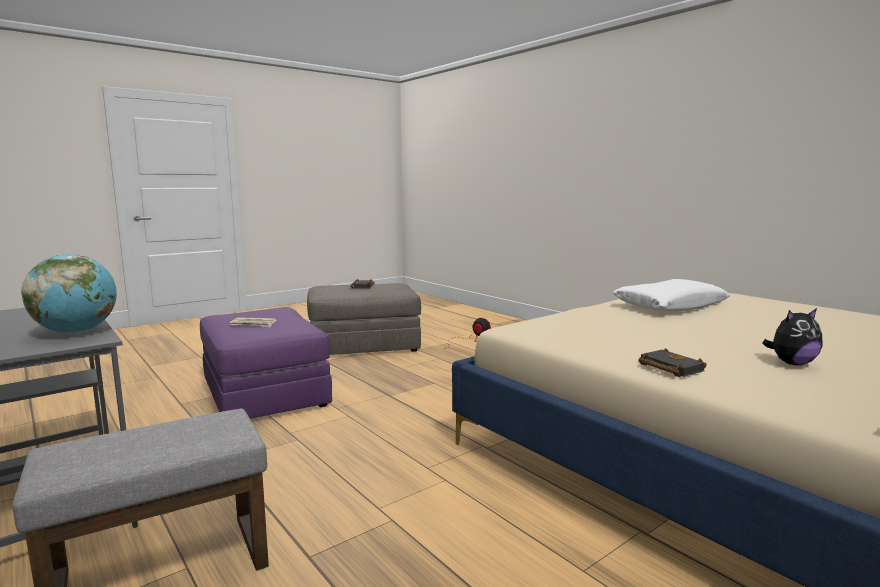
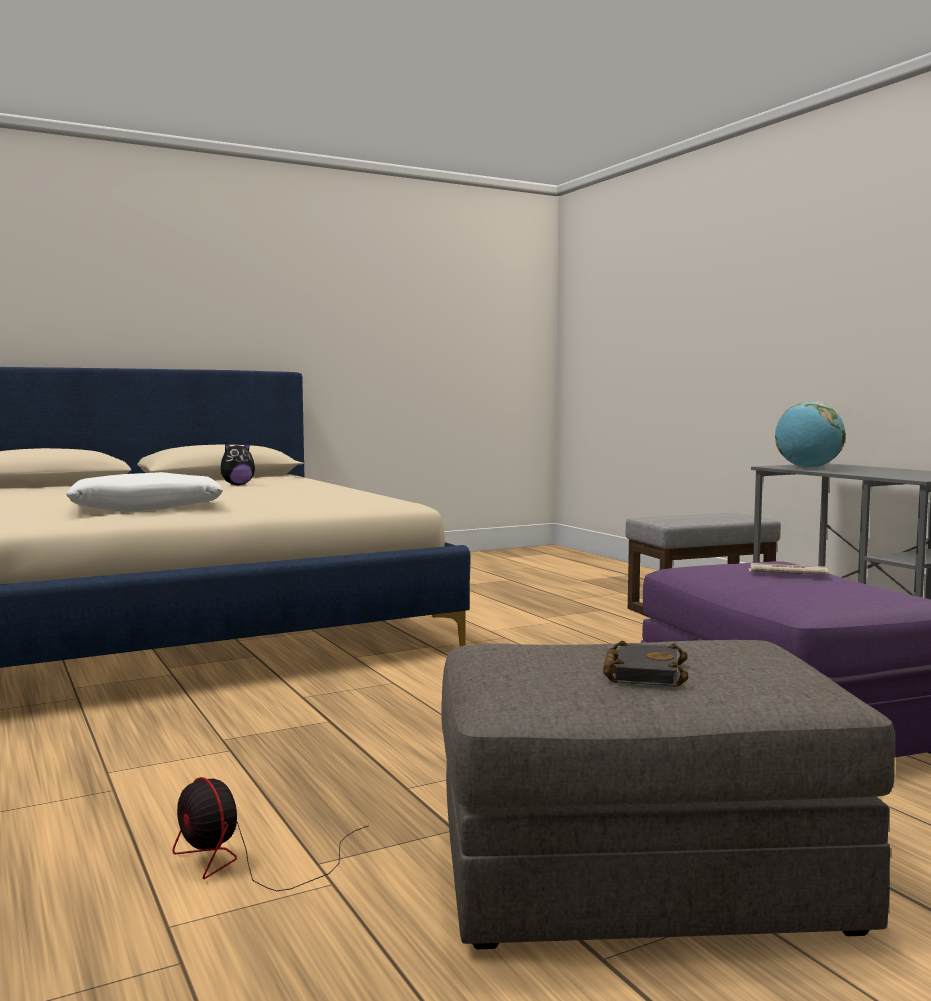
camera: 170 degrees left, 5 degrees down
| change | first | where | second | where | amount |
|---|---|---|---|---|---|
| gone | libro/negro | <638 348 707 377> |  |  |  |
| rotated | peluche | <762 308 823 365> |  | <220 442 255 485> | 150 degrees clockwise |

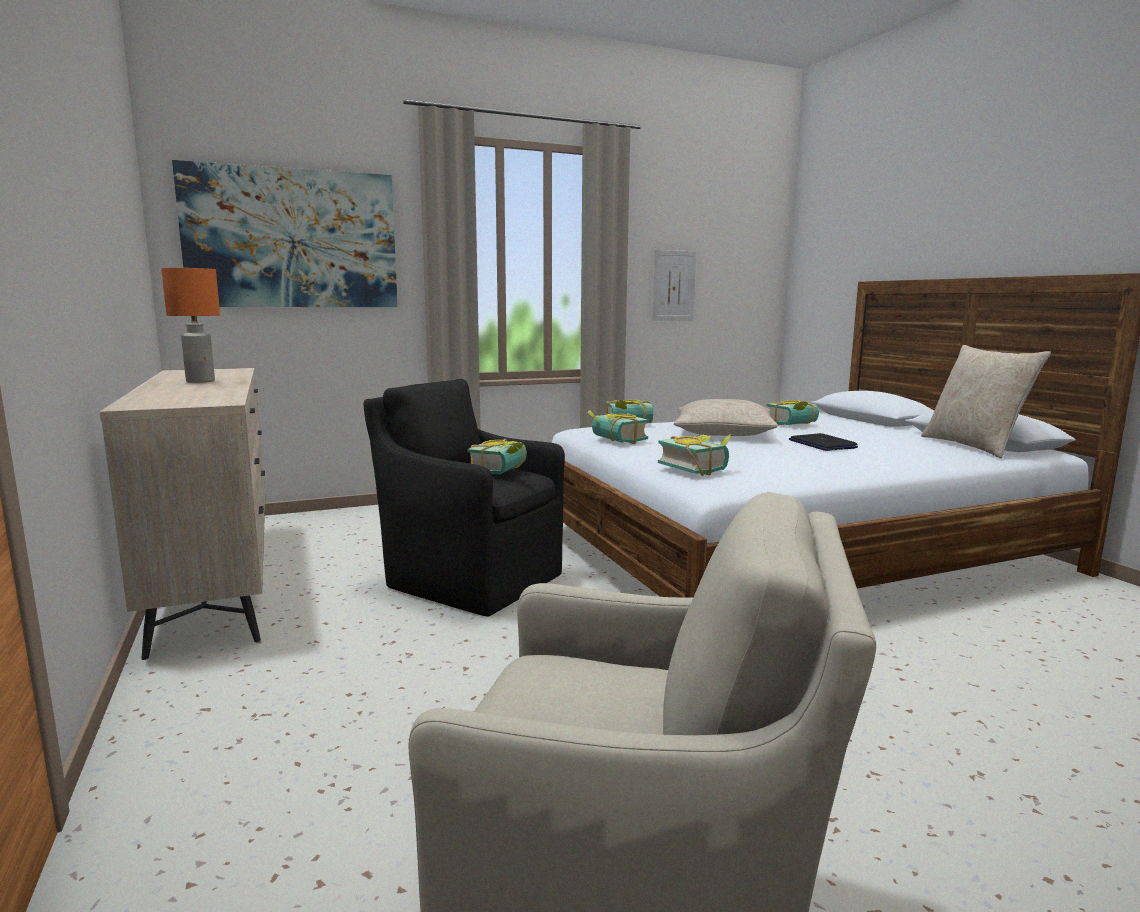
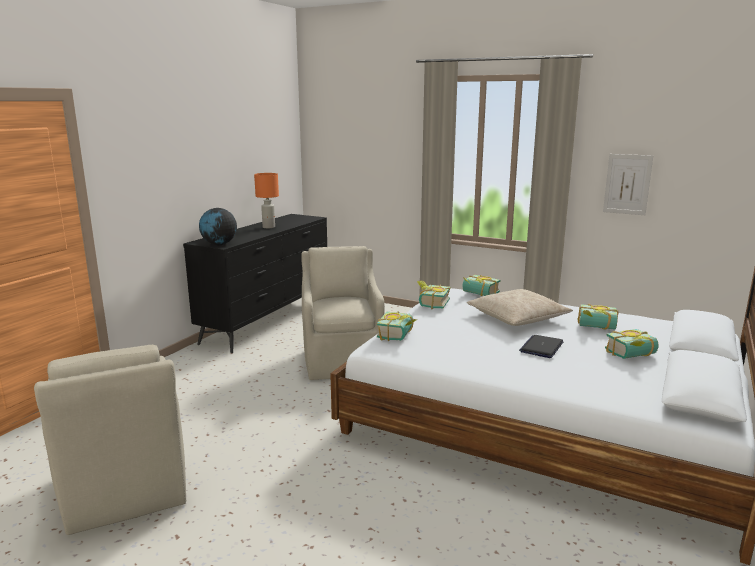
camera: 50 degrees right, 5 degrees up
| change | first | where | second | where | amount |
|---|---|---|---|---|---|
| repainted | cómoda/beis | <100 368 265 660> | cómoda/negro | <183 214 327 353> |  |
| gone | cuadro | <172 160 398 307> |  |  |  |
| repainted | sillón/negro | <364 379 565 617> | sillón/beis | <301 246 385 380> |  |
| shifted | libro | <467 439 527 474> |  | <605 329 658 359> |  |
| gone | cojín/beis | <921 345 1051 458> |  |  |  |
| new |  |  | globo terráqueo | <199 208 237 245> |  |

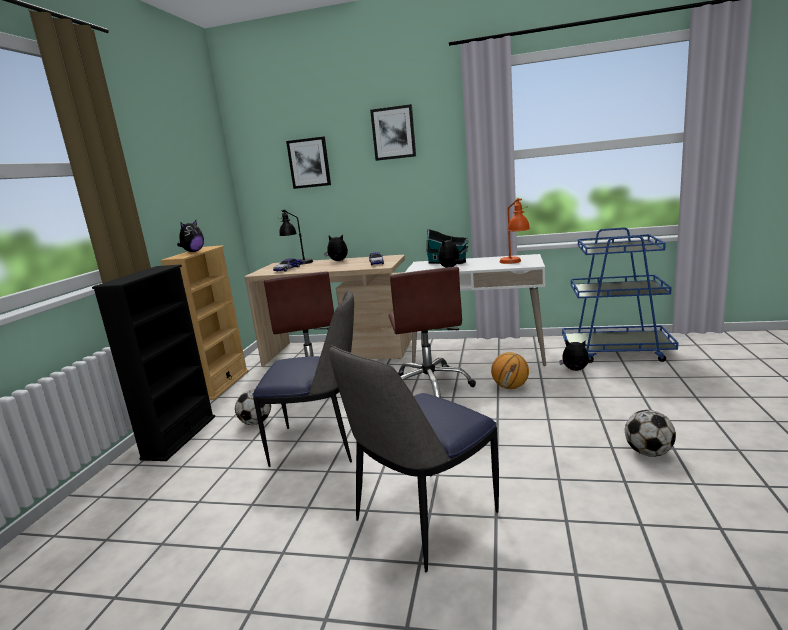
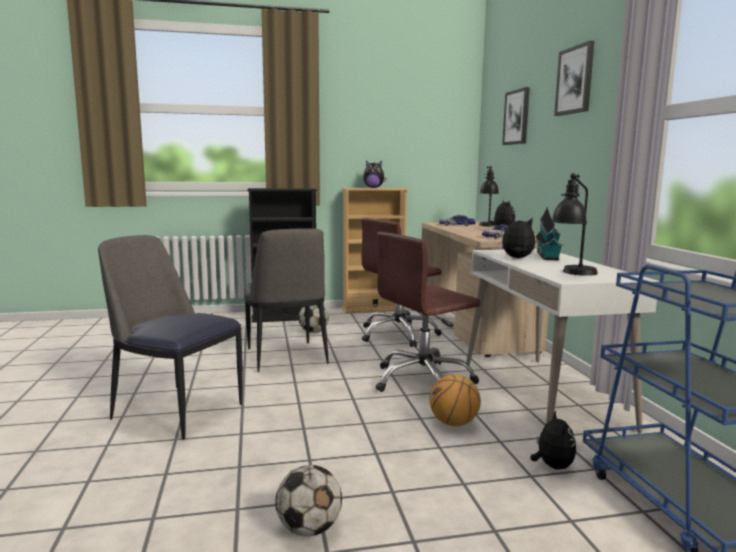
camera: 65 degrees right, 5 degrees down
| change | first | where | second | where | amount |
|---|---|---|---|---|---|
| repainted | lámpara de mesa/naranja | <500 198 530 264> | lámpara de mesa/negro | <551 173 598 276> |  |

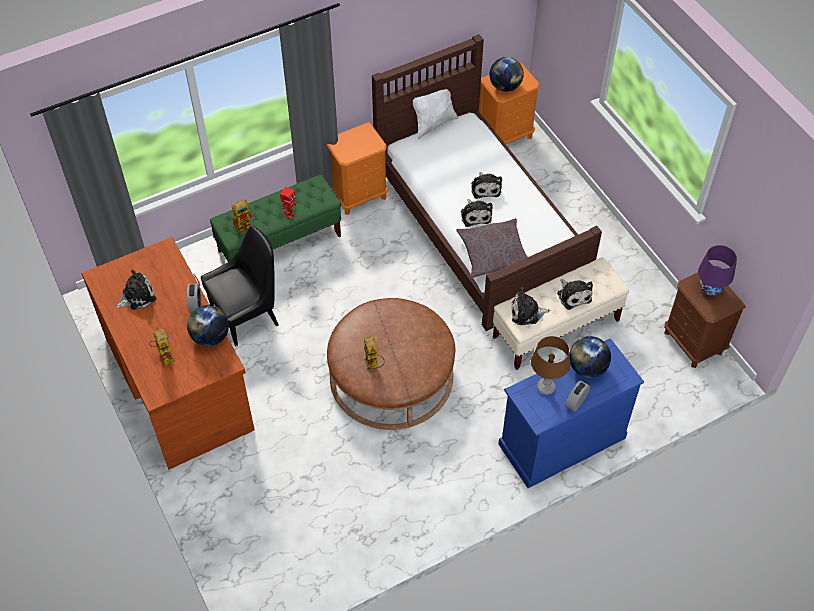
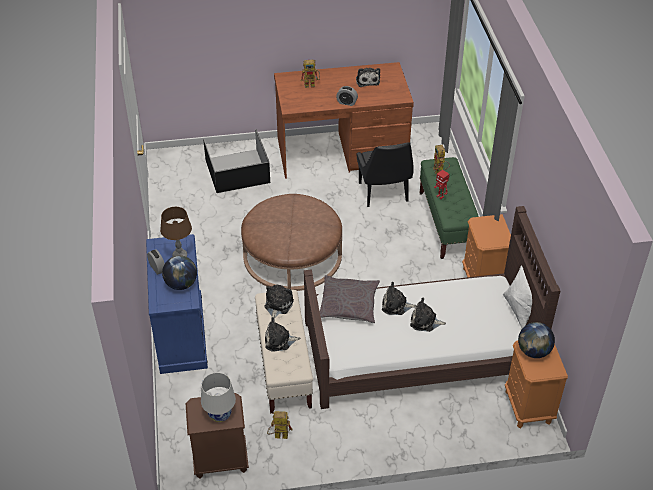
camera: 110 degrees right, 10 degrees down
| change | first | where | second | where | amount |
|---|---|---|---|---|---|
| gone | globo terráqueo | <187 305 229 346> |  |  |  |
| shifted | robot de juguete | <364 336 385 370> |  | <267 411 292 439> |  |
| repainted | lámpara de mesa/morado | <698 245 737 296> | lámpara de mesa/blanco | <201 373 236 422> |  |
| new |  |  | caja de almacenaje/negro | <203 129 270 193> |  |

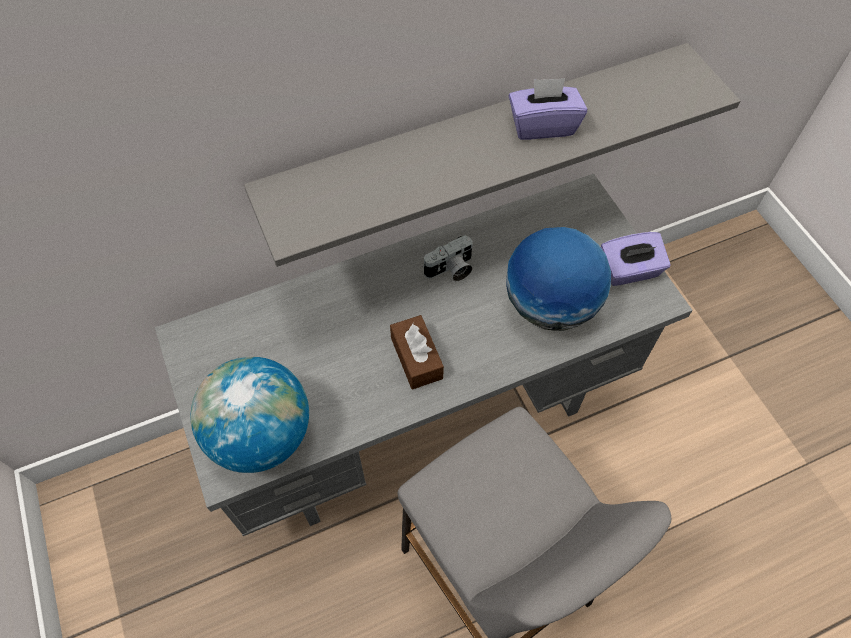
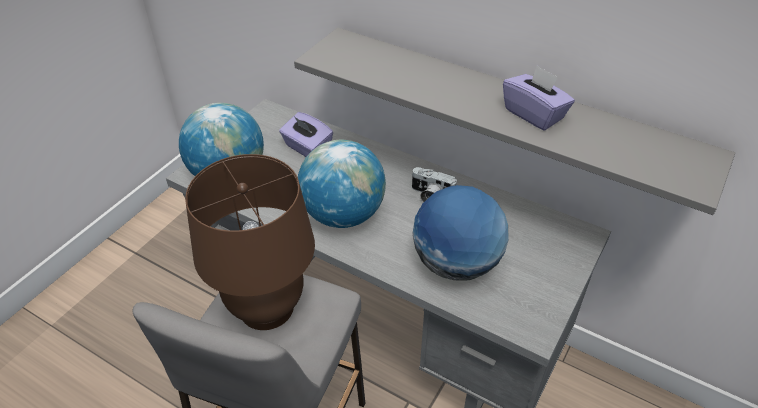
camera: 55 degrees right, 15 degrees down
| change | first | where | second | where | amount |
|---|---|---|---|---|---|
| swapped | caja de pañuelos/marrón | <390 315 444 390> | globo terráqueo | <298 140 386 228> |  |
| shifted | caja de pañuelos/morado | <601 232 671 286> |  | <279 112 333 157> |  |
| new |  |  | lámpara de mesa/marrón | <185 154 315 330> |  |

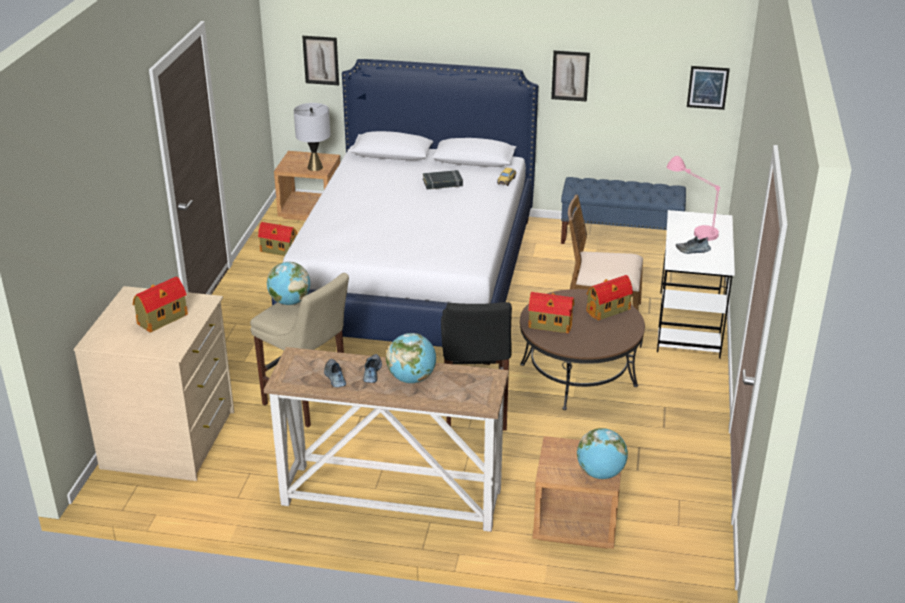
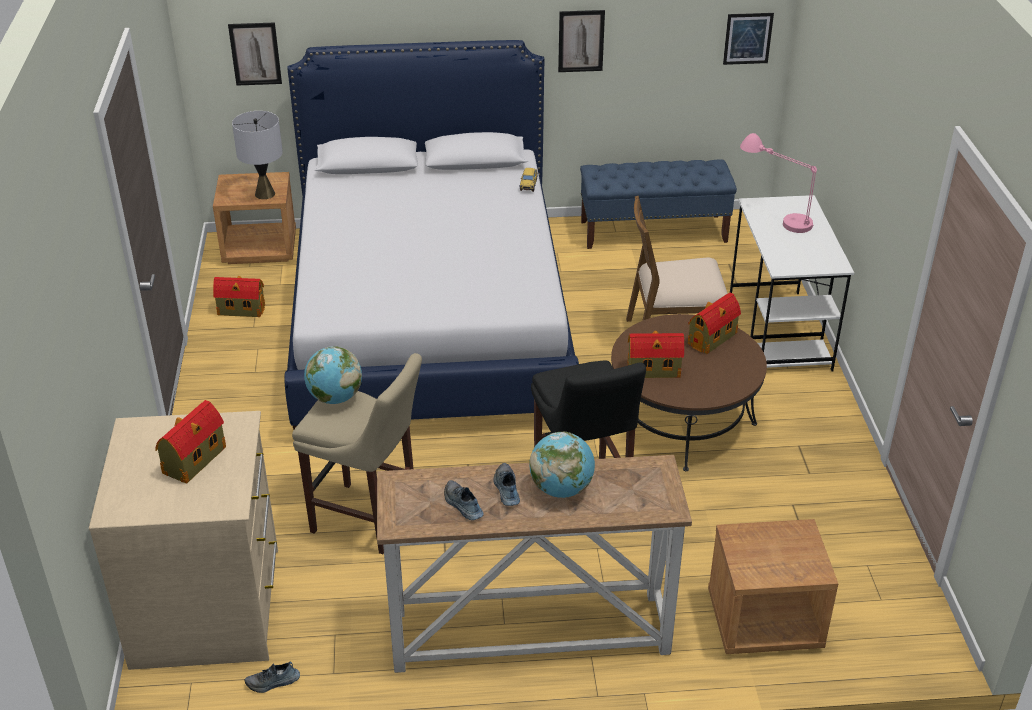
camera: 15 degrees left, 5 degrees up
| change | first | where | second | where | amount |
|---|---|---|---|---|---|
| gone | libro/negro | <423 170 463 189> |  |  |  |
| gone | globo terráqueo | <577 428 628 479> |  |  |  |
| shifted | zapato | <676 236 711 254> |  | <245 662 300 693> |  |

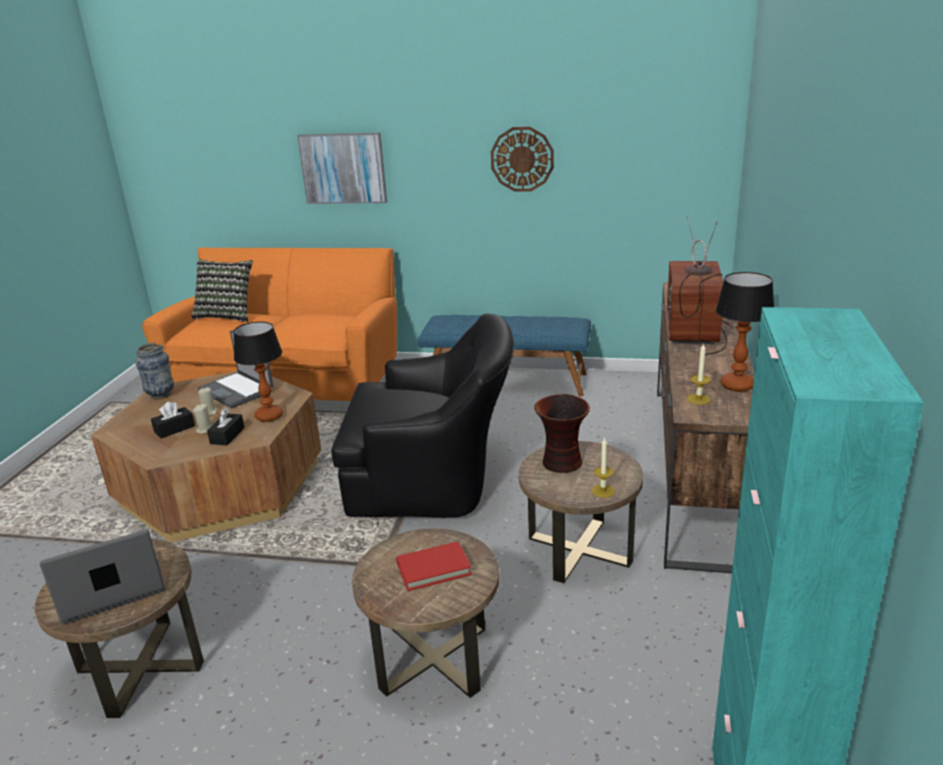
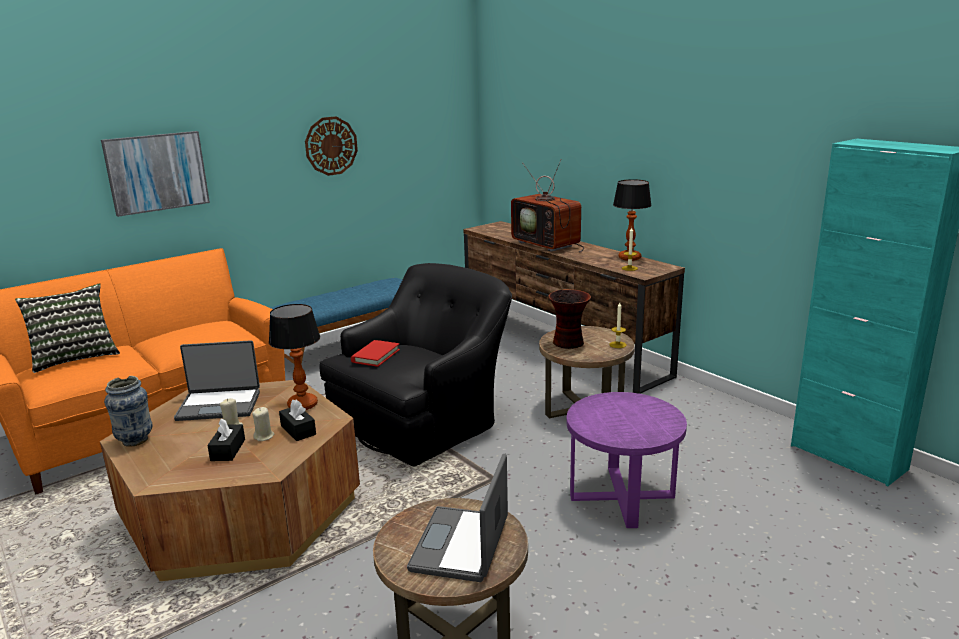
camera: 50 degrees left, 5 degrees down
| change | first | where | second | where | amount |
|---|---|---|---|---|---|
| repainted | mesa auxiliar/marrón | <352 528 499 698> | mesa auxiliar/morado | <566 392 687 528> |  |
| shifted | libro/rojo | <396 541 472 591> |  | <351 340 400 367> |  |

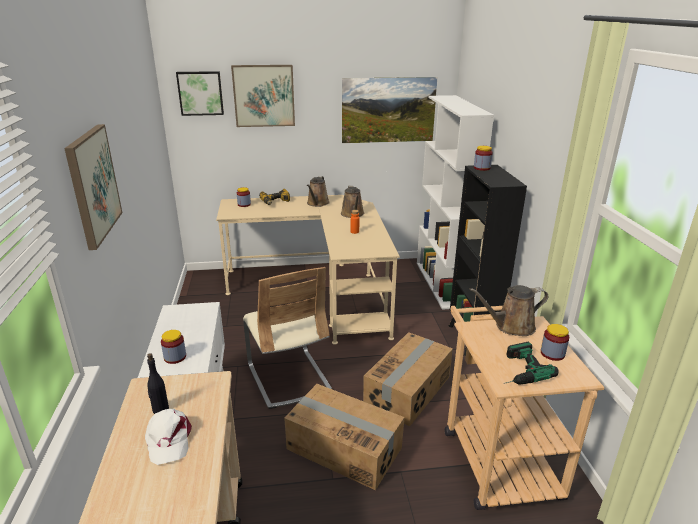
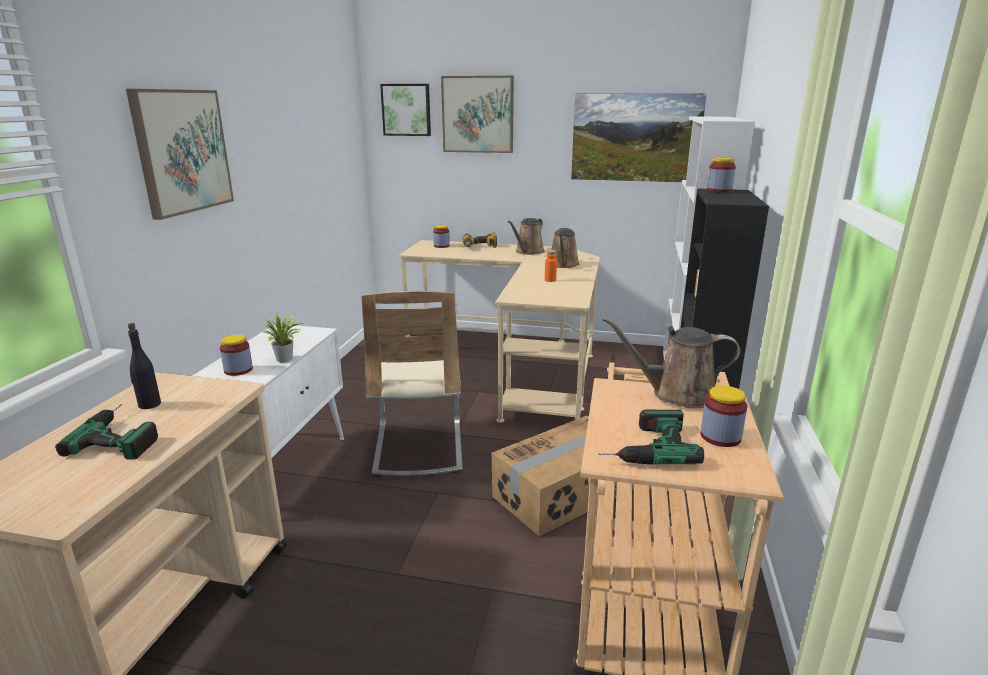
camera: 20 degrees right, 5 degrees down
| change | first | where | second | where | amount |
|---|---|---|---|---|---|
| swapped | gorra/blanco | <145 409 192 465> | taladro | <55 404 158 460> |  |
| gone | caja de cartón | <284 384 405 490> |  |  |  |
| new |  |  | planta en maceta | <262 313 303 362> |  |

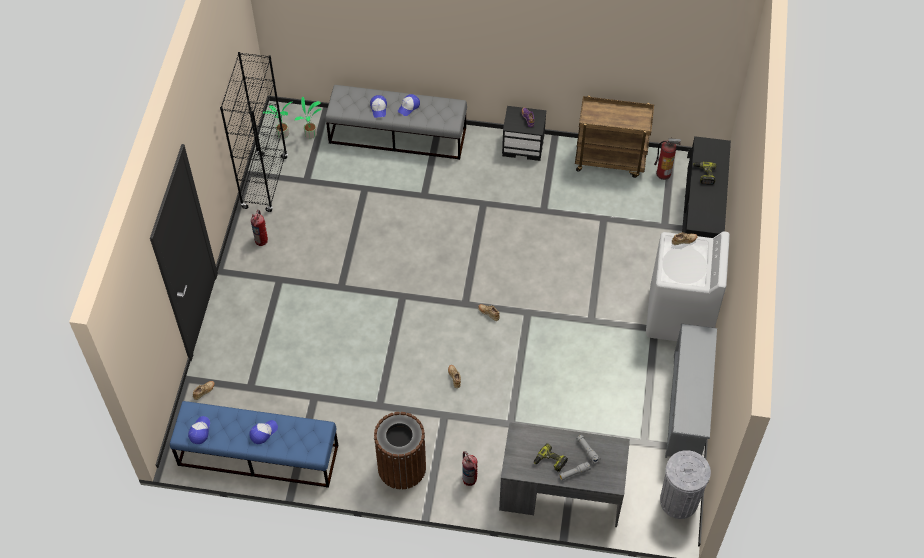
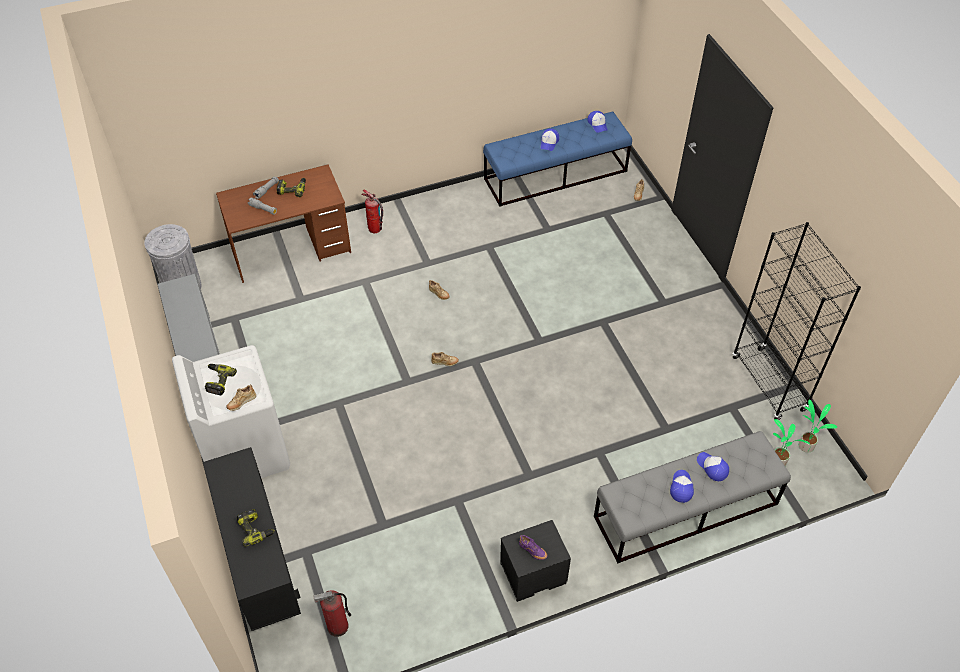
camera: 150 degrees right, 5 degrees down
| change | first | where | second | where | amount |
|---|---|---|---|---|---|
| gone | extintor | <251 210 268 246> |  |  |  |
| gone | papelera/marrón | <374 412 426 490> |  |  |  |
| repainted | escritorio/gris | <499 422 630 527> | escritorio/marrón | <216 164 351 283> |  |
| gone | carrito/marrón | <575 96 654 178> |  |  |  |
| new |  |  | taladro | <205 364 237 395> |  |

